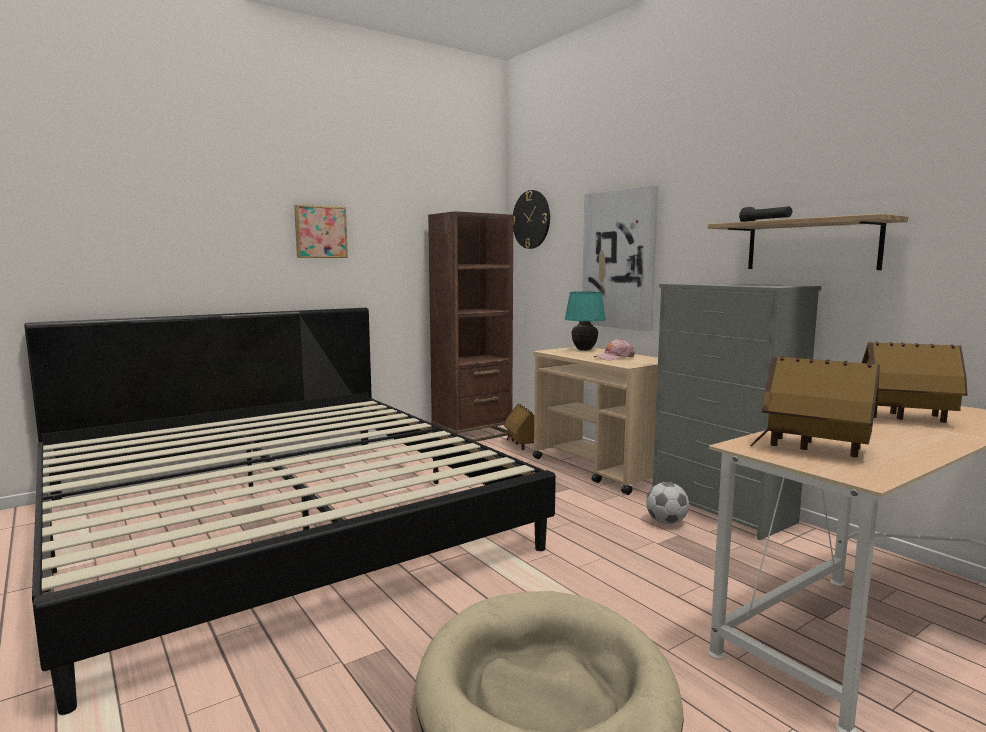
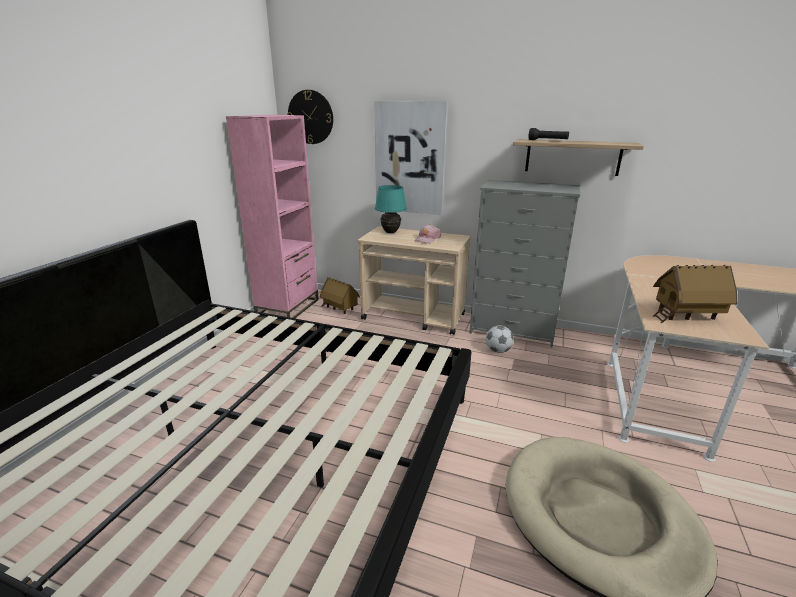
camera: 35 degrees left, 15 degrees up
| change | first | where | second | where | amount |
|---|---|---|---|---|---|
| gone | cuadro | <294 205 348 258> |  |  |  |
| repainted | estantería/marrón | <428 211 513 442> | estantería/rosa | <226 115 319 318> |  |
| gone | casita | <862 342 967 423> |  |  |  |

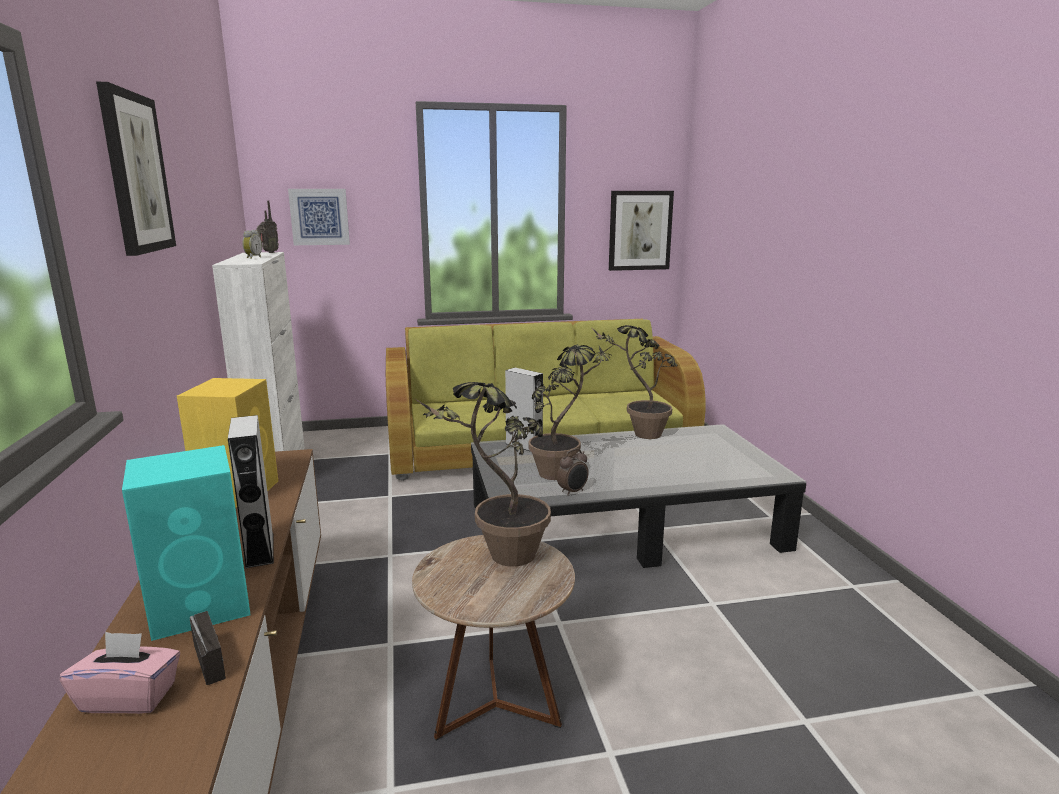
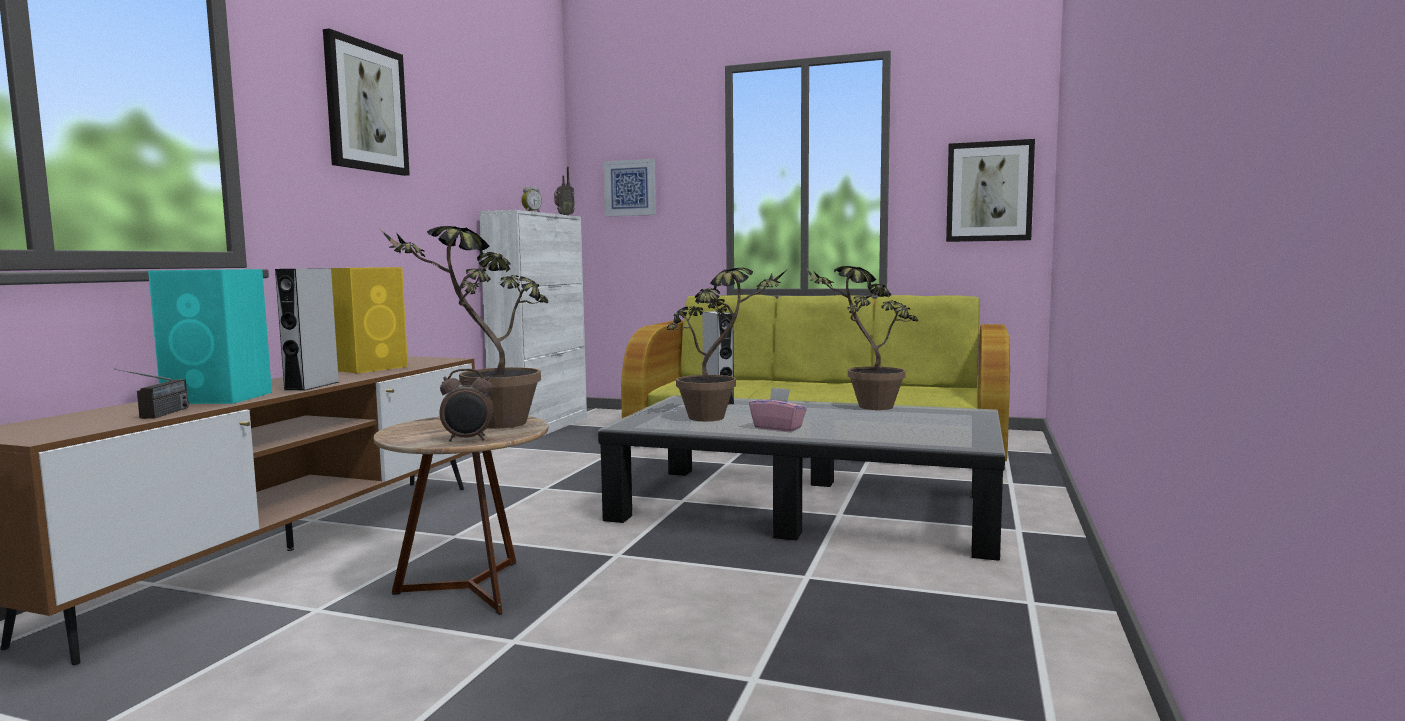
camera: 30 degrees right, 10 degrees down
| change | first | where | second | where | amount |
|---|---|---|---|---|---|
| shifted | caja de pañuelos/rosa | <60 632 180 714> |  | <749 387 807 431> |  |
| shifted | despertador | <557 448 589 496> |  | <440 369 493 441> |  |

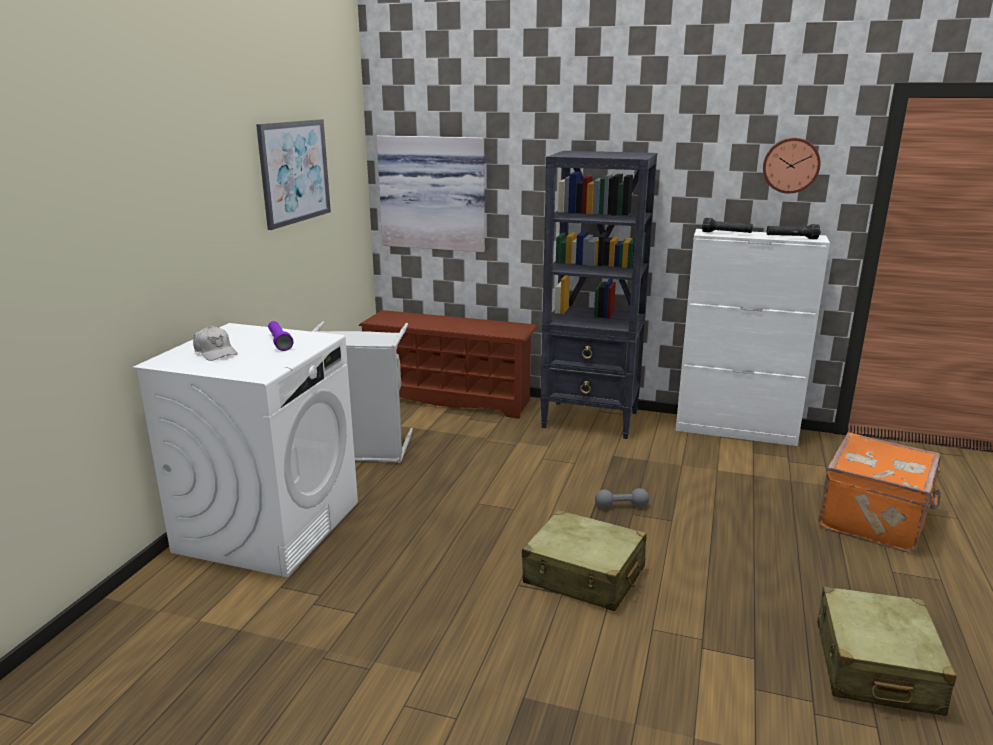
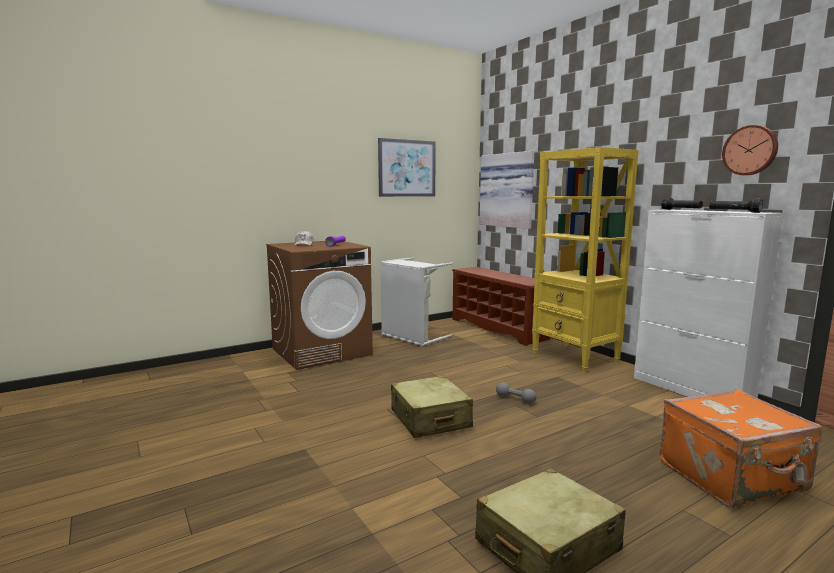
camera: 40 degrees right, 10 degrees down
| change | first | where | second | where | amount |
|---|---|---|---|---|---|
| repainted | lavadora/blanco | <132 323 358 577> | lavadora/marrón | <266 241 373 370> |  |
| repainted | estantería/negro | <540 151 657 439> | estantería/amarillo | <532 147 639 372> |  |

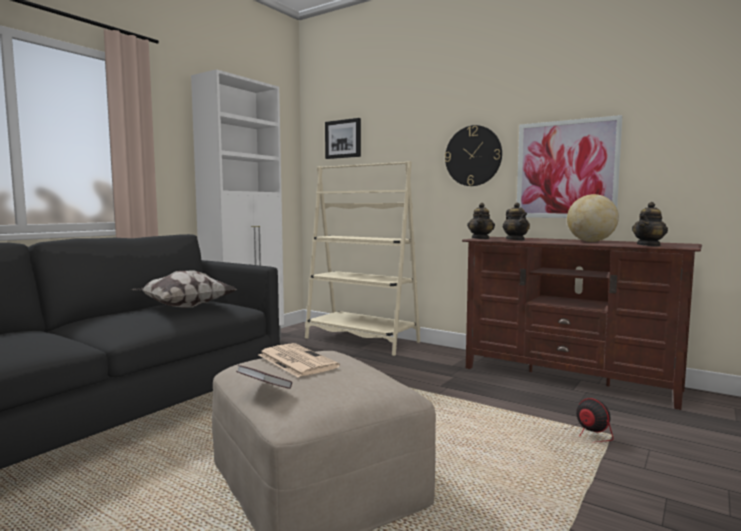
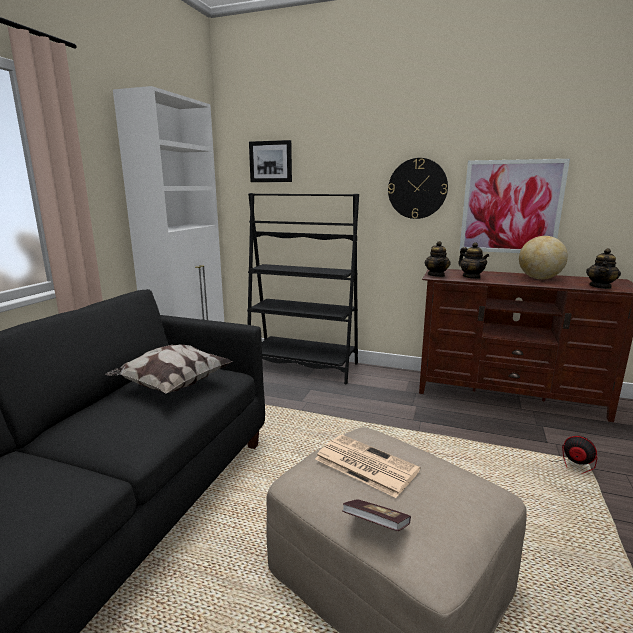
camera: 15 degrees left, 10 degrees up
| change | first | where | second | where | amount |
|---|---|---|---|---|---|
| repainted | estantería/beis | <305 161 420 356> | estantería/negro | <247 193 359 385> |  |

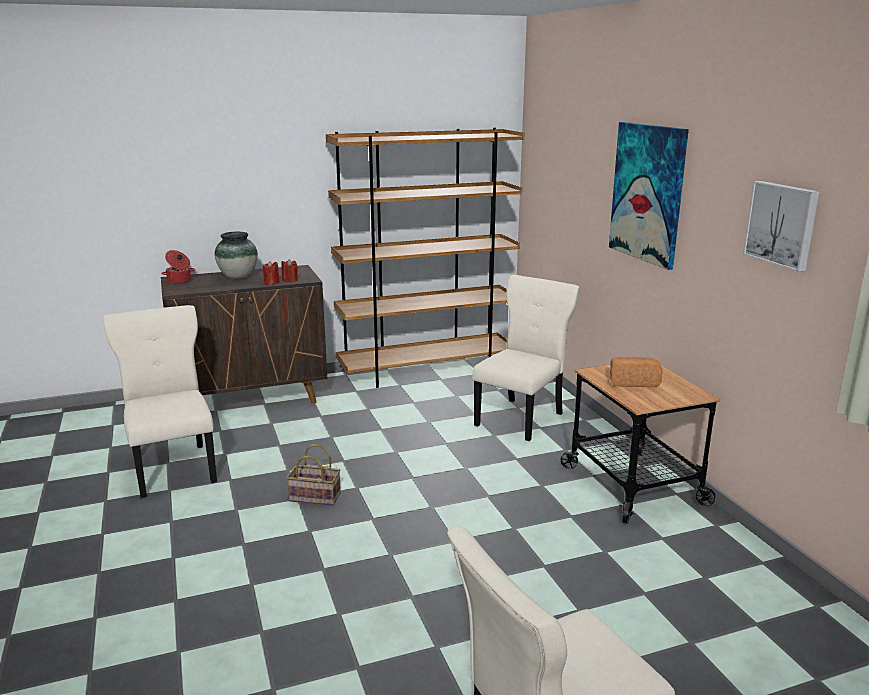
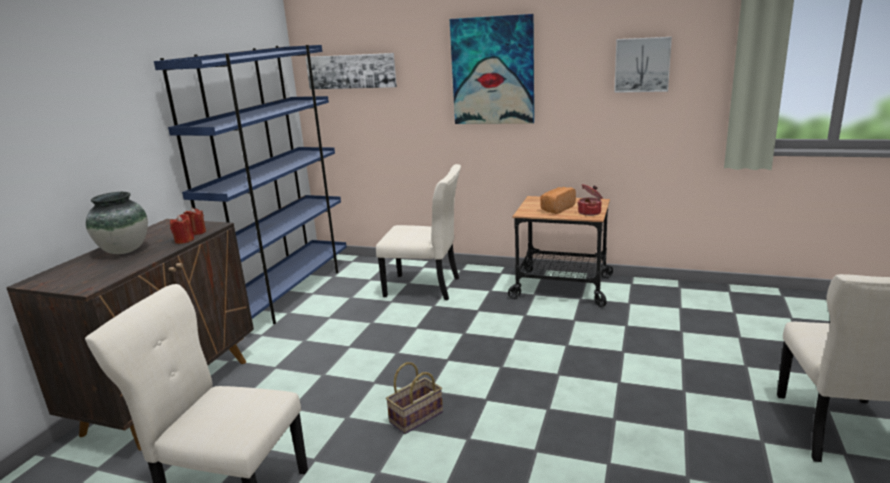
camera: 50 degrees left, 0 degrees up
| change | first | where | second | where | amount |
|---|---|---|---|---|---|
| shifted | olla | <161 250 195 284> |  | <577 184 603 216> |  |
| repainted | estantería/marrón | <326 128 524 388> | estantería/azul | <154 45 347 324> |  |
| rotated | silla/beis | <472 275 580 441> |  | <376 164 461 300> | 120 degrees clockwise |
| new |  |  | cuadro | <305 53 397 89> |  |

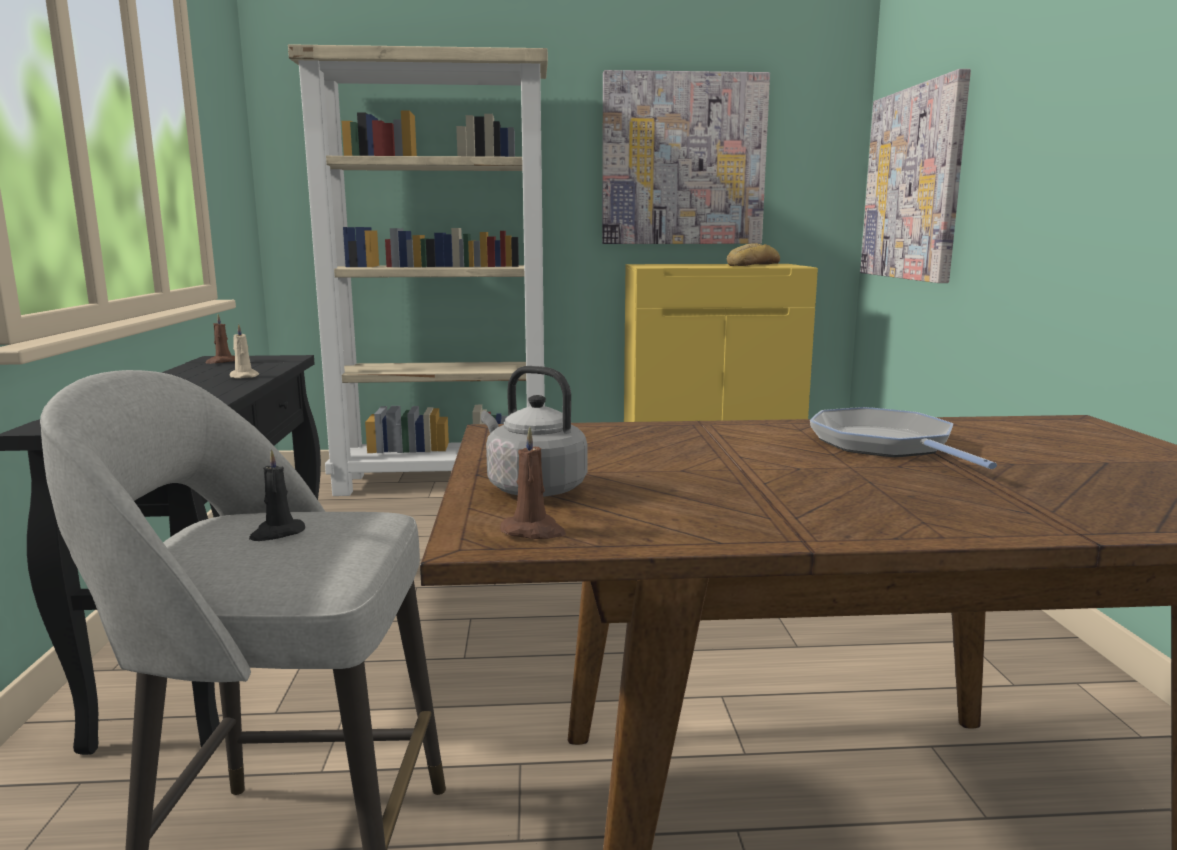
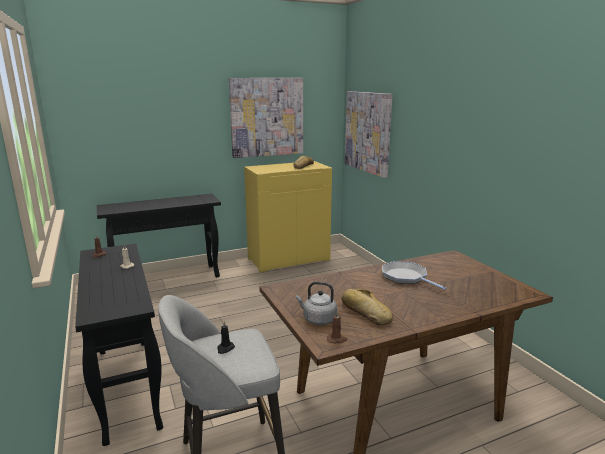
camera: 20 degrees left, 5 degrees up
| change | first | where | second | where | amount |
|---|---|---|---|---|---|
| swapped | estantería/beis | <288 44 548 496> | mesa consola/negro | <97 194 221 278> |  |
| new |  |  | pan | <342 289 393 325> |  |

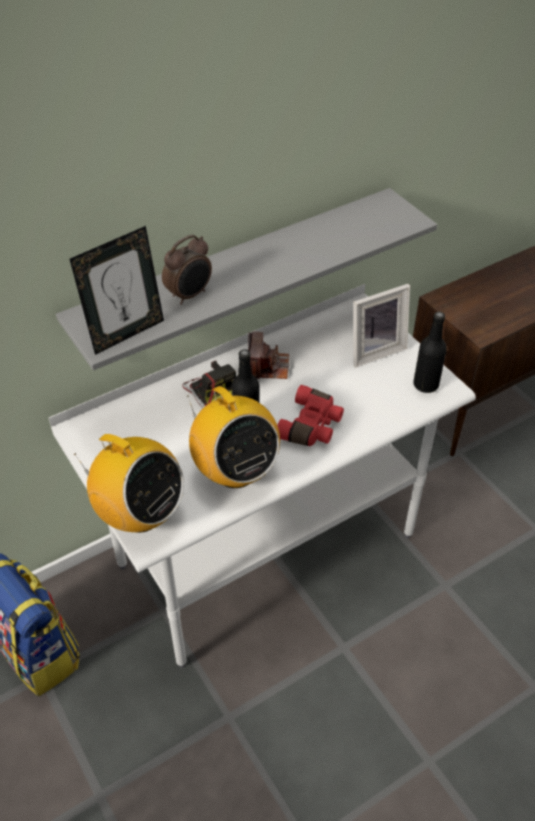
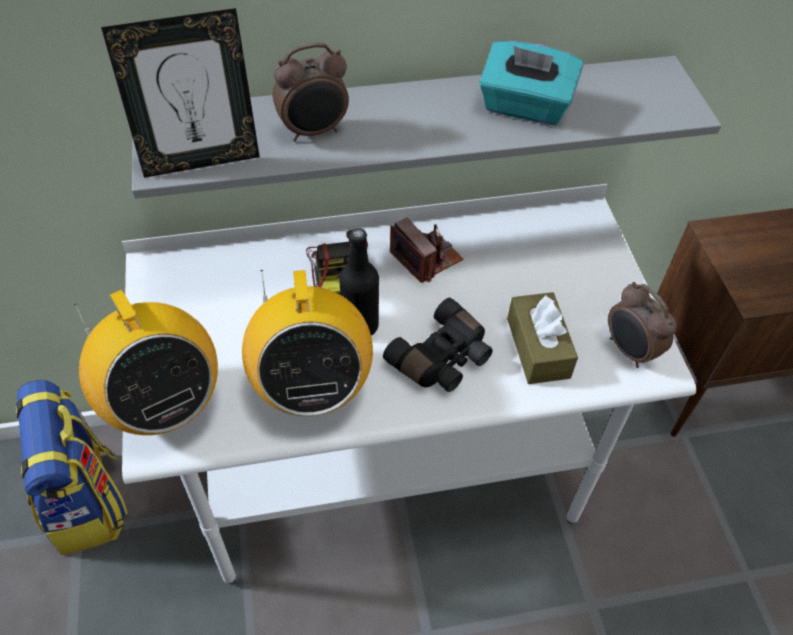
camera: 20 degrees right, 5 degrees up
| change | first | where | second | where | amount |
|---|---|---|---|---|---|
| rotated | cámara | <248 331 289 379> |  | <390 218 463 283> | 60 degrees counterclockwise |
| repainted | prismáticos/rojo | <277 385 344 446> | prismáticos/negro | <383 298 493 392> |  |
| gone | portarretratos | <353 284 410 367> |  |  |  |
| swapped | botella/negro | <413 312 447 393> | despertador | <608 282 677 368> |  |
| new |  |  | caja de pañuelos/turquesa | <479 41 584 125> |  |
| new |  |  | caja de pañuelos/marrón | <507 292 578 384> |  |

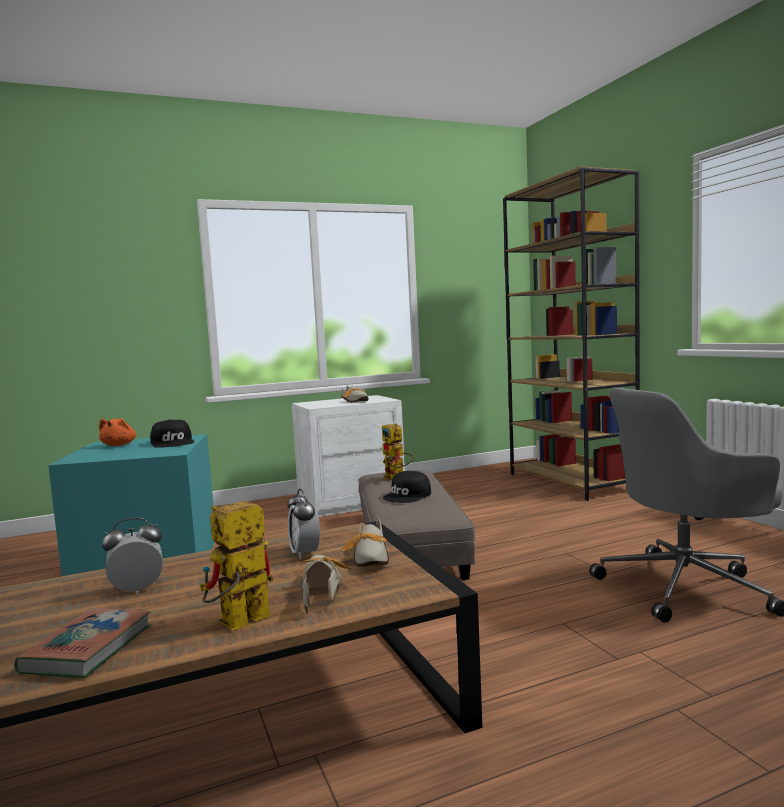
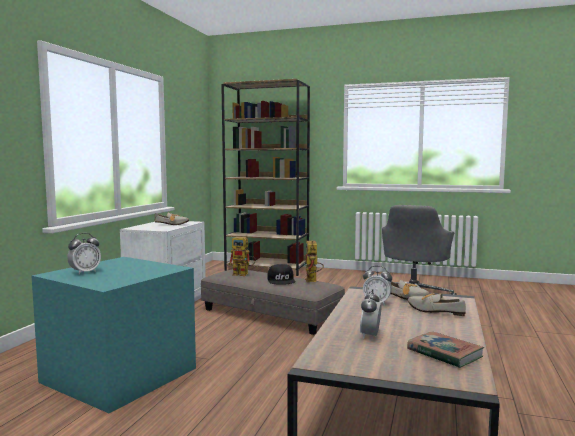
camera: 50 degrees left, 0 degrees up
| change | first | where | second | where | amount |
|---|---|---|---|---|---|
| swapped | peluche/naranja | <99 418 136 446> | despertador | <67 233 101 274> |  |
| gone | gorra/negro | <150 419 195 448> |  |  |  |
| shifted | robot de juguete | <200 501 273 630> |  | <304 241 324 282> |  |

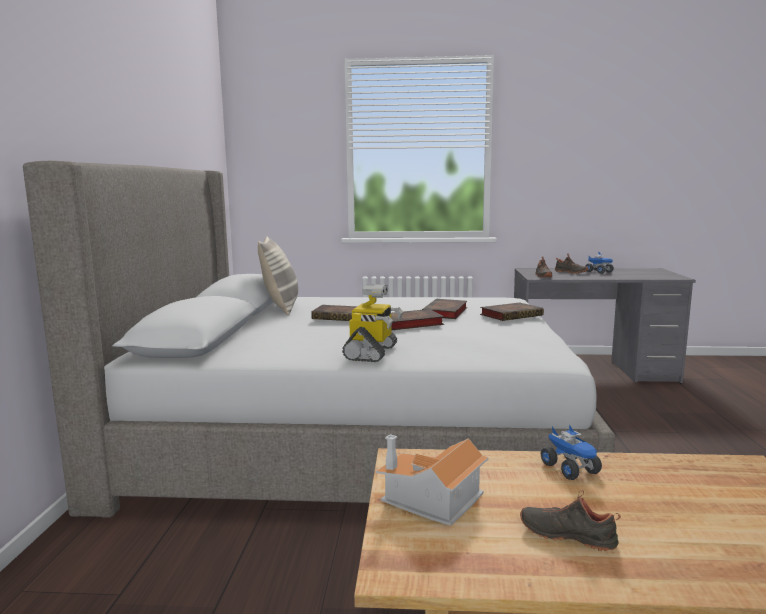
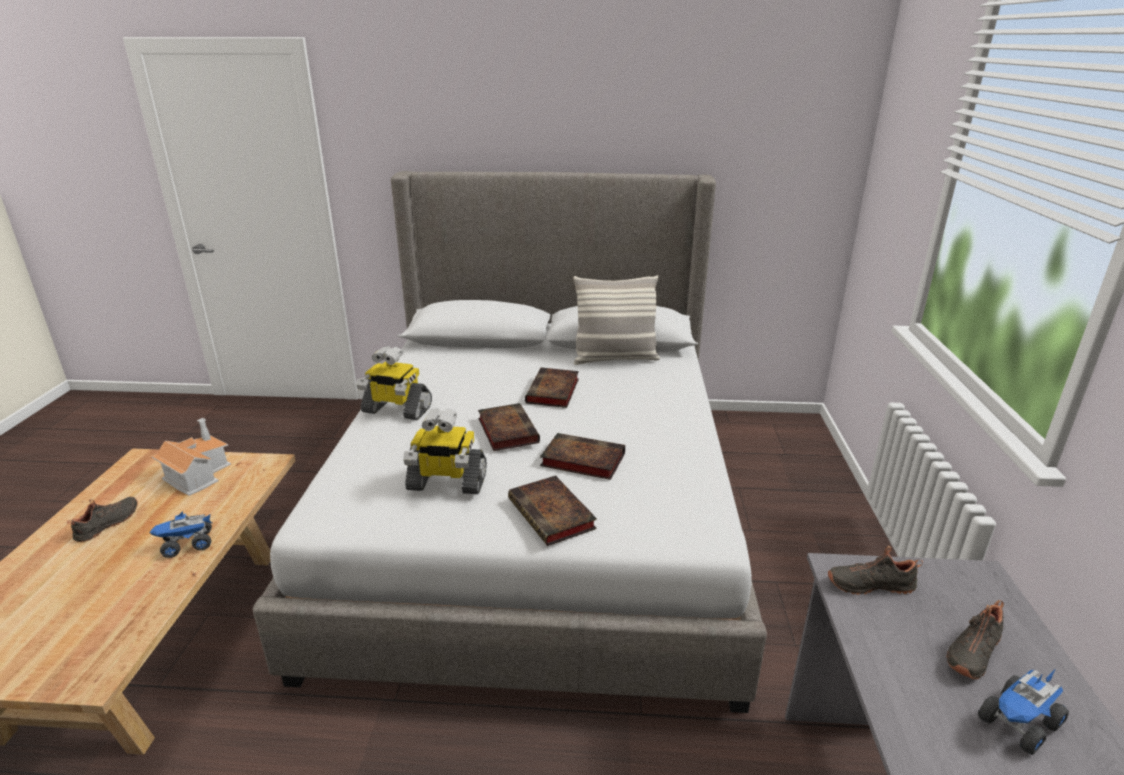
camera: 90 degrees right, 15 degrees up
| change | first | where | second | where | amount |
|---|---|---|---|---|---|
| new |  |  | robot de juguete | <403 408 487 494> |  |

